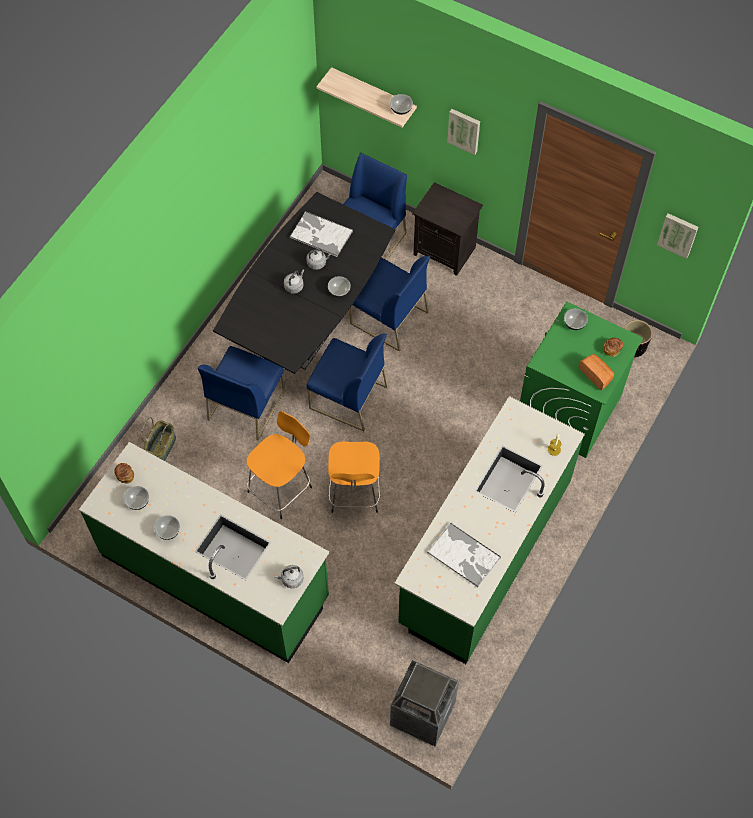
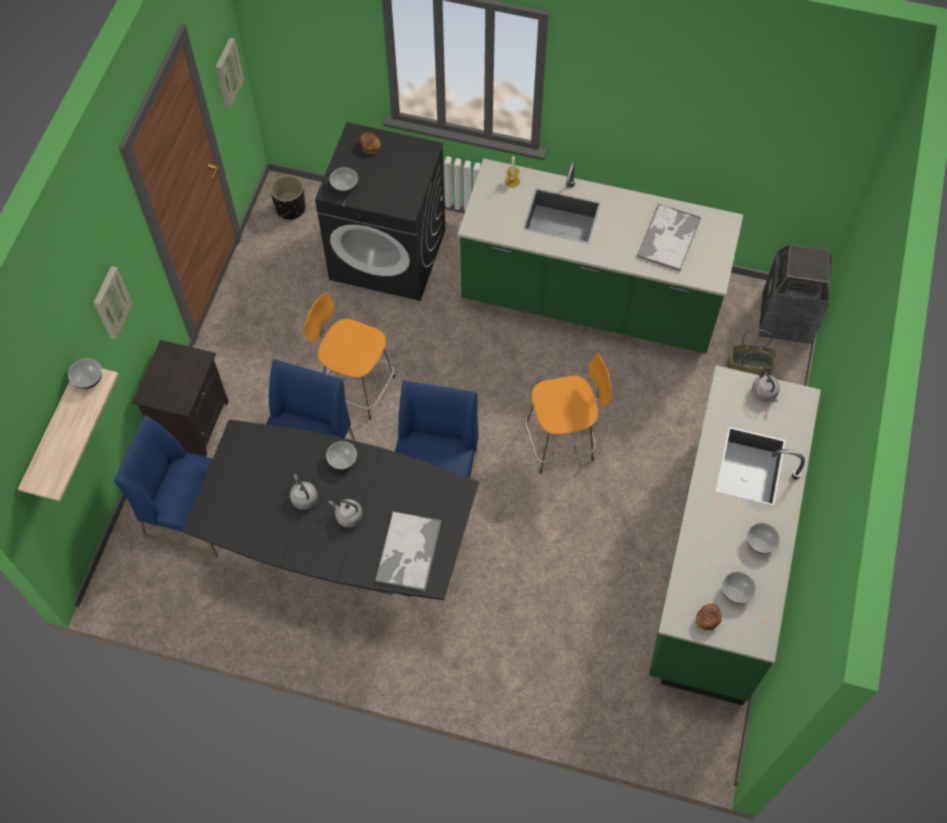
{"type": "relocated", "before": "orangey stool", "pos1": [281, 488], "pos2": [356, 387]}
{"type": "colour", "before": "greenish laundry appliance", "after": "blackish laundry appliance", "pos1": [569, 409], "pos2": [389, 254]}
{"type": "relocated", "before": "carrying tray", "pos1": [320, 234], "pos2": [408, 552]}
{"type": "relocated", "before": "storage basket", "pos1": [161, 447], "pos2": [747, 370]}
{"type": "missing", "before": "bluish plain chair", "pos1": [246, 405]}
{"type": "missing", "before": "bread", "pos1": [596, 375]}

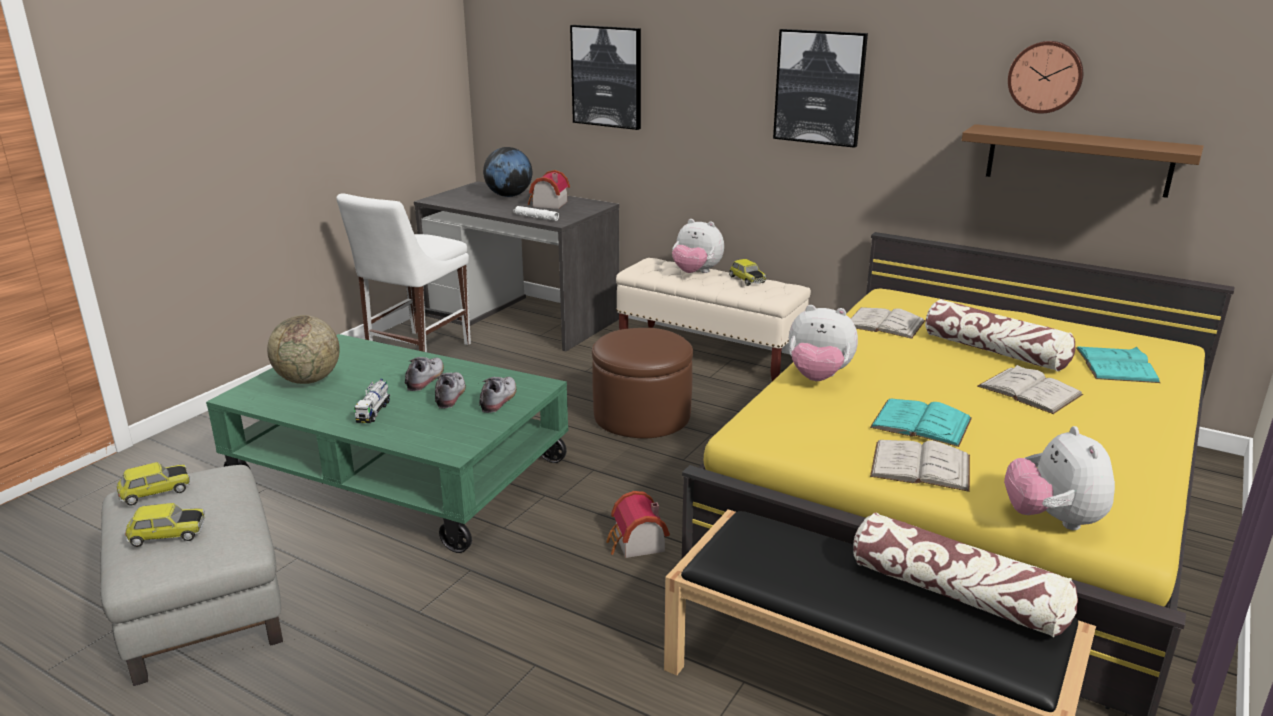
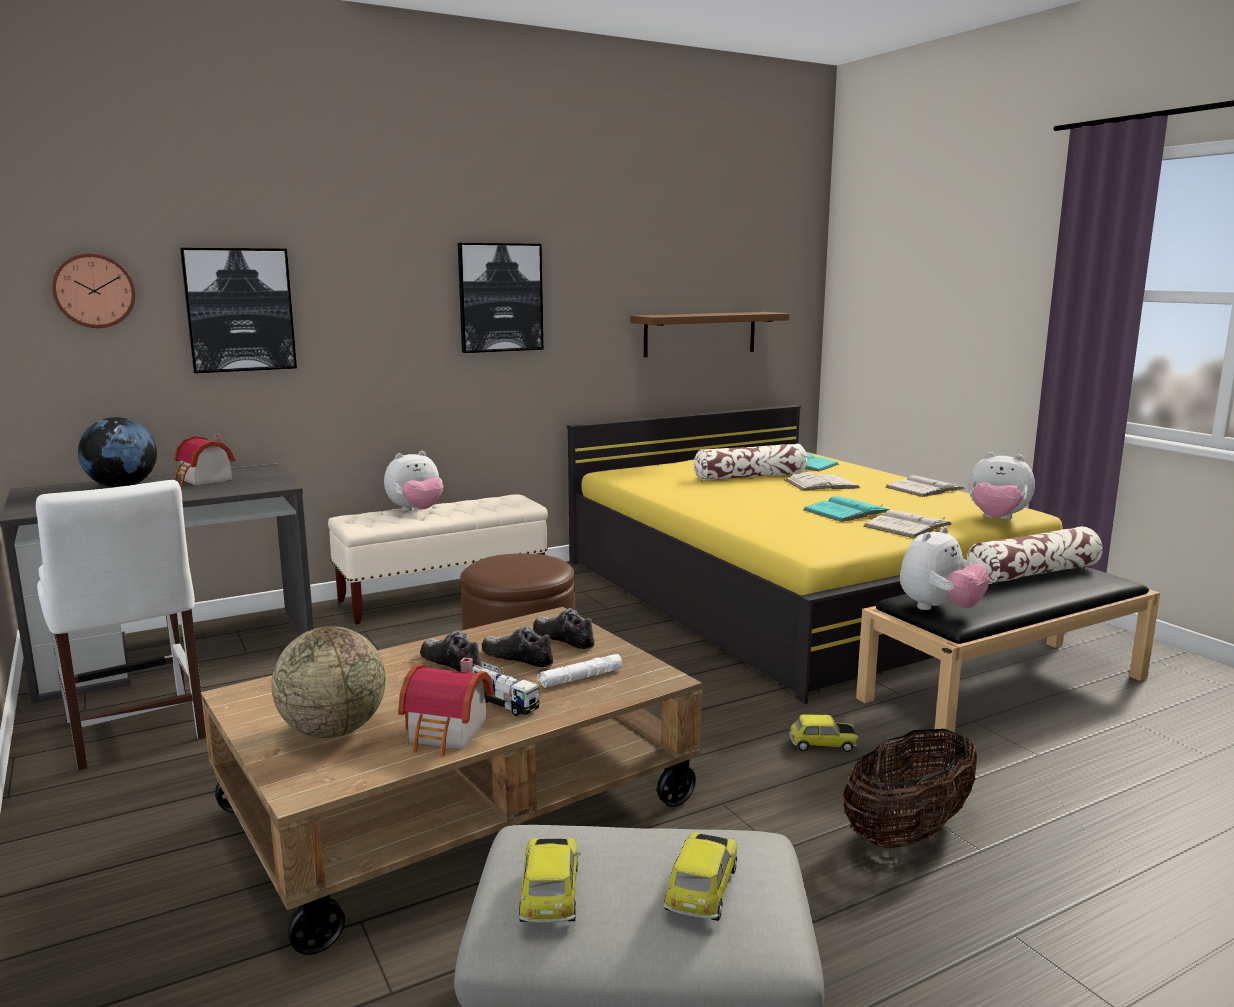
{"type": "relocated", "before": "hanging clock", "pos1": [1045, 77], "pos2": [94, 290]}
{"type": "colour", "before": "greenish low table", "after": "brownish low table", "pos1": [399, 473], "pos2": [460, 807]}
{"type": "relocated", "before": "miniature house", "pos1": [636, 544], "pos2": [448, 734]}
{"type": "relocated", "before": "white-coloured torch", "pos1": [536, 217], "pos2": [580, 678]}
{"type": "relocated", "before": "toy car", "pos1": [746, 280], "pos2": [822, 744]}
{"type": "appeared", "after": "storage basket", "pos2": [907, 832]}
{"type": "relocated", "before": "white-coloured bound book", "pos1": [884, 323], "pos2": [924, 488]}
{"type": "relocated", "before": "cuddly toy", "pos1": [818, 377], "pos2": [939, 609]}

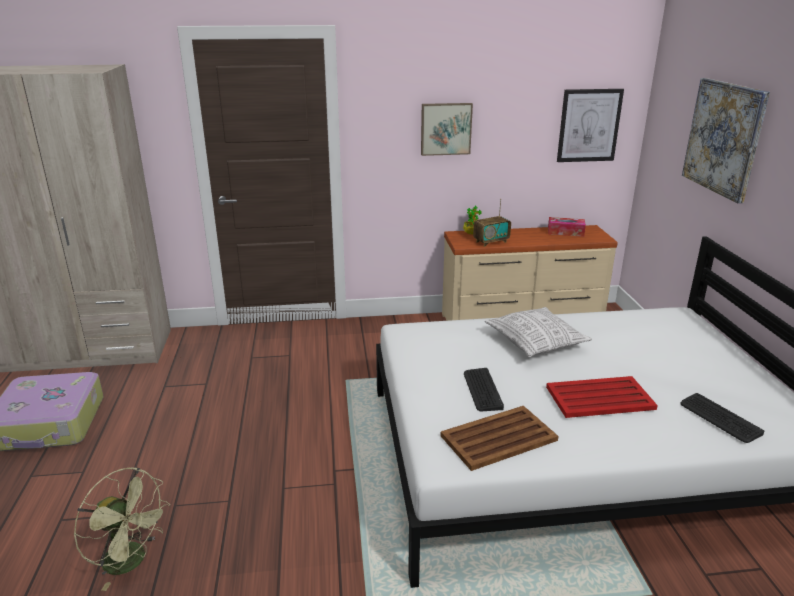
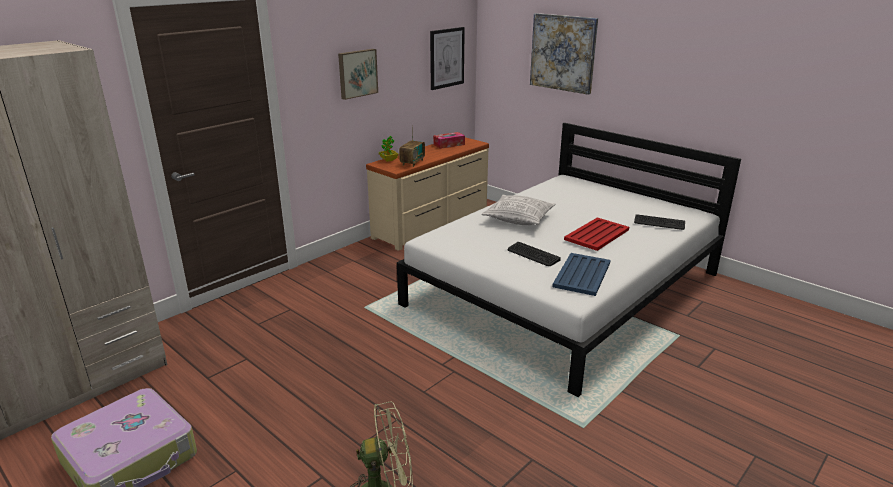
{"type": "colour", "before": "brownish carrying tray", "after": "bluish carrying tray", "pos1": [497, 438], "pos2": [581, 275]}

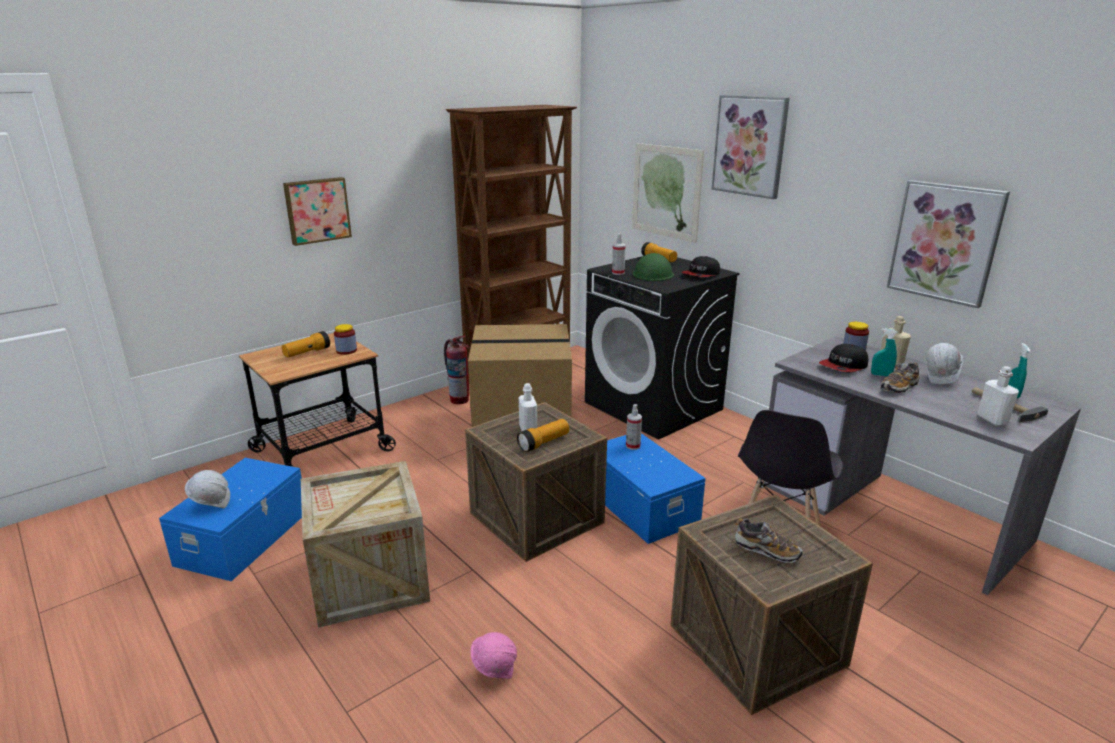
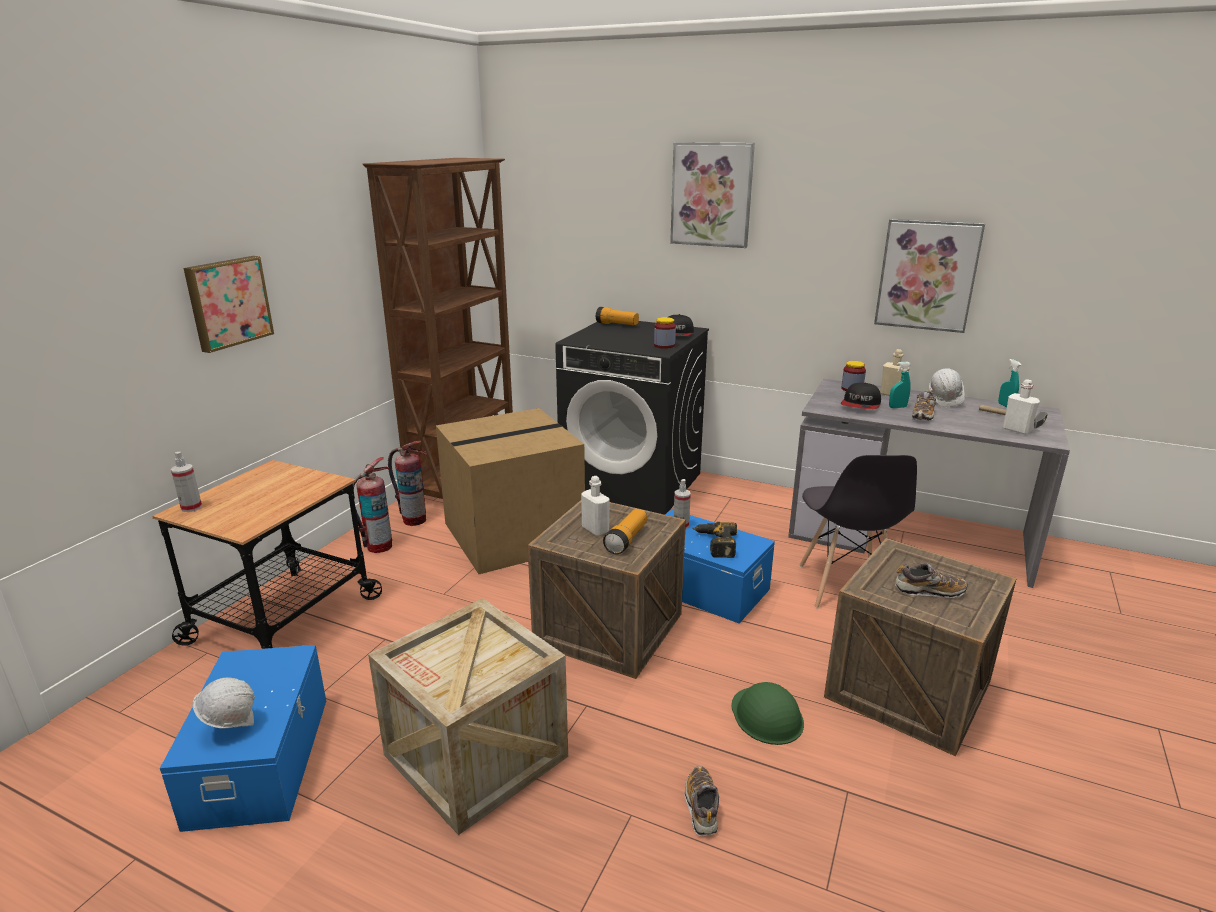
{"type": "relocated", "before": "hand sprayer", "pos1": [618, 273], "pos2": [191, 507]}
{"type": "appeared", "after": "fire extinguisher", "pos2": [378, 546]}
{"type": "relocated", "before": "jar", "pos1": [346, 351], "pos2": [664, 345]}
{"type": "exchanged", "before": "pinkish safety helmet", "after": "shoe", "pos1": [495, 672], "pos2": [701, 807]}
{"type": "appeared", "after": "drill", "pos2": [714, 544]}
{"type": "relocated", "before": "greenish safety helmet", "pos1": [653, 274], "pos2": [767, 715]}
{"type": "missing", "before": "torch", "pos1": [307, 353]}
{"type": "missing", "before": "wall art", "pos1": [666, 191]}

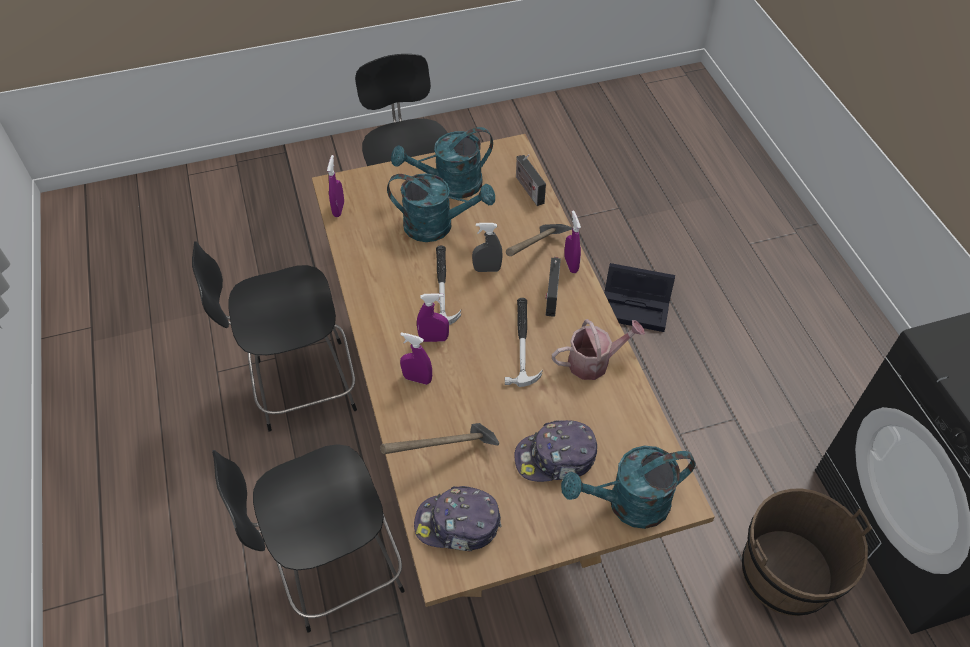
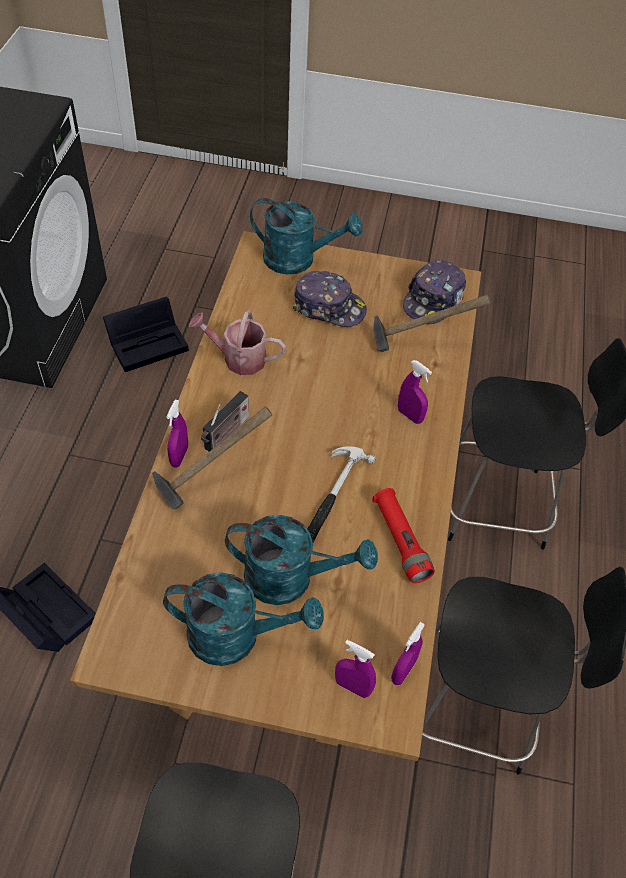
{"type": "exchanged", "before": "brownish pail", "after": "blackish storage box", "pos1": [786, 573], "pos2": [149, 342]}
{"type": "spun", "before": "turquoise-coloured sprinkling can", "pos1": [437, 226], "pos2": [291, 578], "turn": 150}
{"type": "relocated", "before": "purple-coloured hand sprayer", "pos1": [434, 338], "pos2": [352, 687]}
{"type": "appeared", "after": "reddish torch", "pos2": [400, 541]}
{"type": "spun", "before": "cap", "pos1": [458, 524], "pos2": [433, 300], "turn": 90}
{"type": "missing", "before": "gray hand sprayer", "pos1": [487, 269]}
{"type": "missing", "before": "hand hammer", "pos1": [523, 343]}
{"type": "missing", "before": "radio", "pos1": [528, 189]}

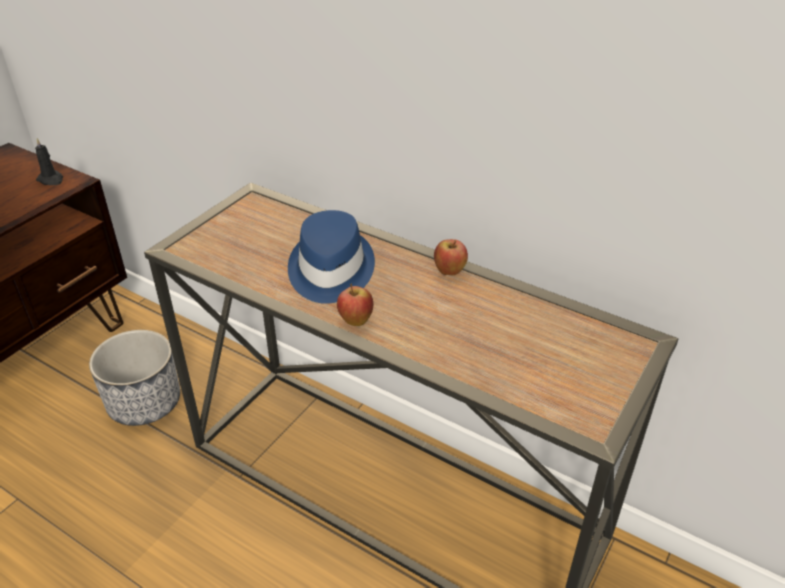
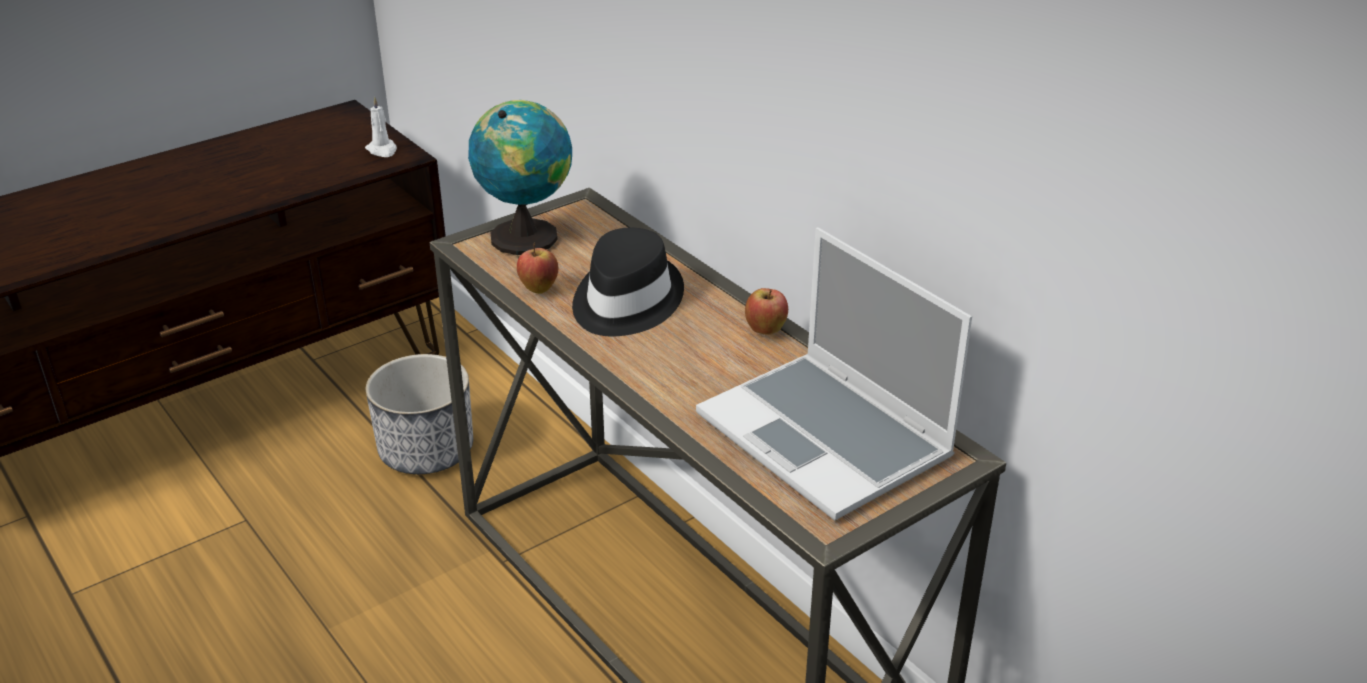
{"type": "colour", "before": "blackish wax candle", "after": "white-coloured wax candle", "pos1": [51, 180], "pos2": [382, 150]}
{"type": "appeared", "after": "desk globe", "pos2": [527, 235]}
{"type": "relocated", "before": "whole apple", "pos1": [355, 321], "pos2": [538, 289]}
{"type": "colour", "before": "bluish hat", "after": "blackish hat", "pos1": [329, 270], "pos2": [624, 302]}
{"type": "appeared", "after": "notebook computer", "pos2": [827, 438]}

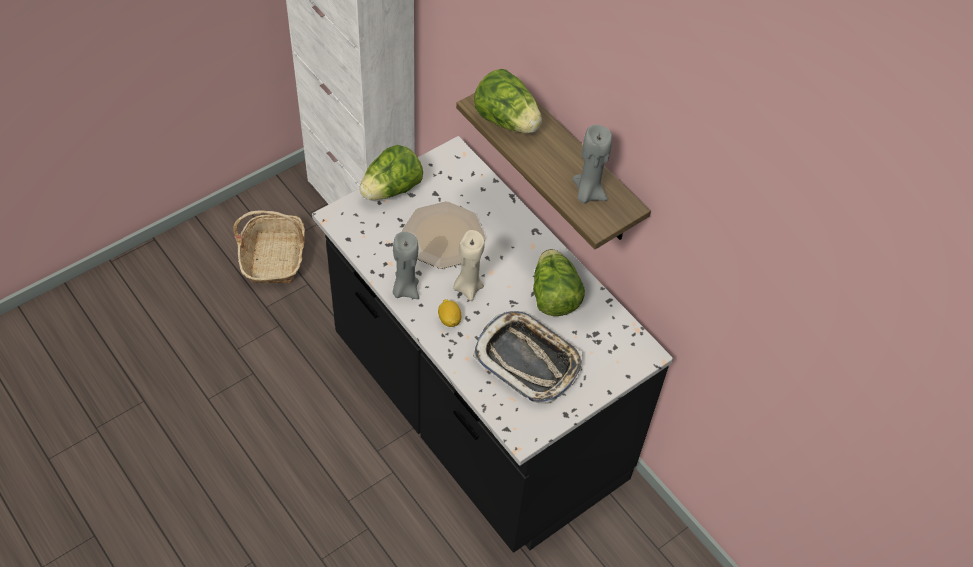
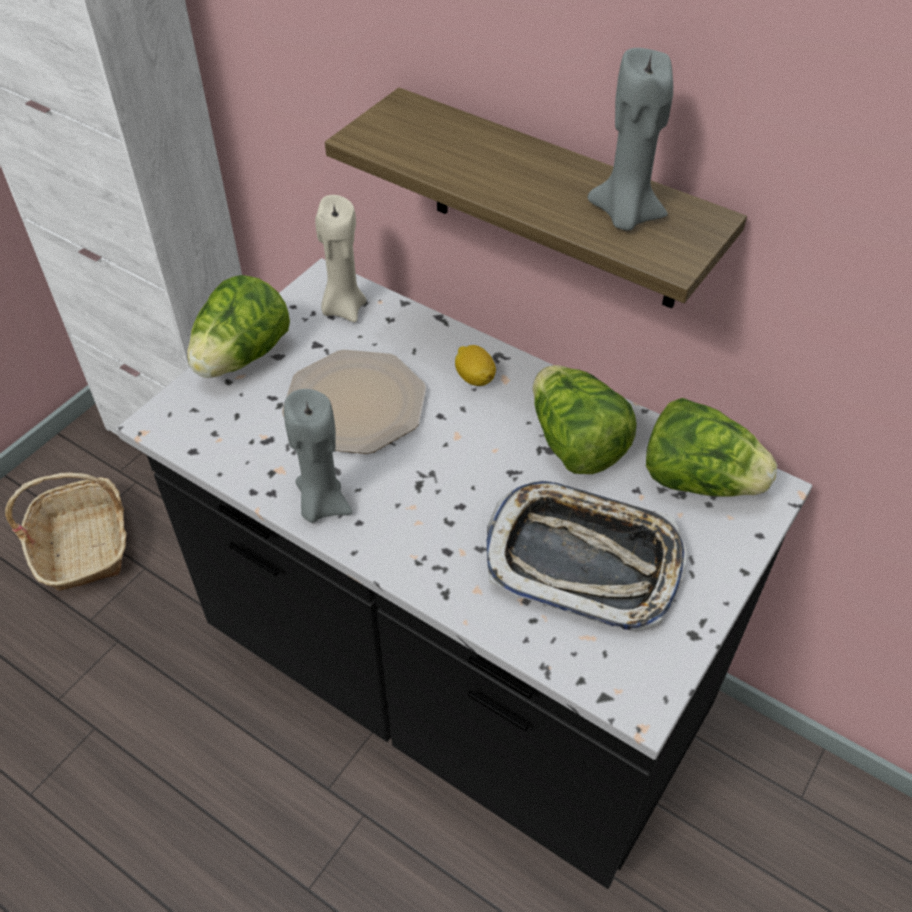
{"type": "relocated", "before": "beige-coloured wax candle", "pos1": [468, 287], "pos2": [343, 308]}
{"type": "relocated", "before": "lemon", "pos1": [449, 319], "pos2": [475, 378]}
{"type": "relocated", "before": "head of lettuce", "pos1": [507, 120], "pos2": [698, 480]}

